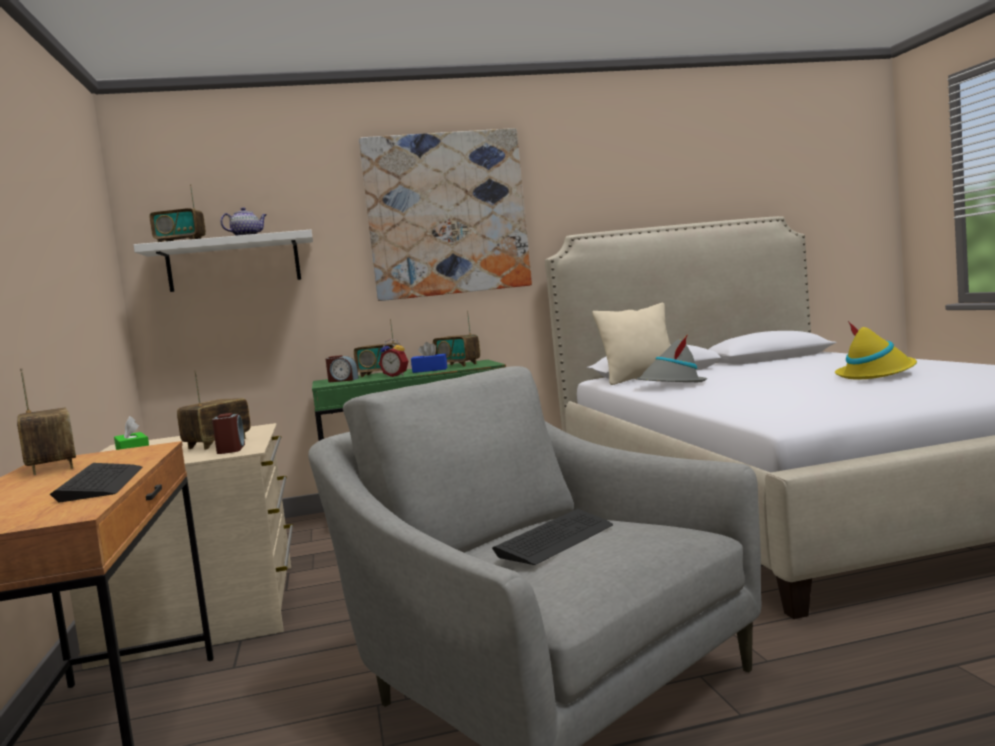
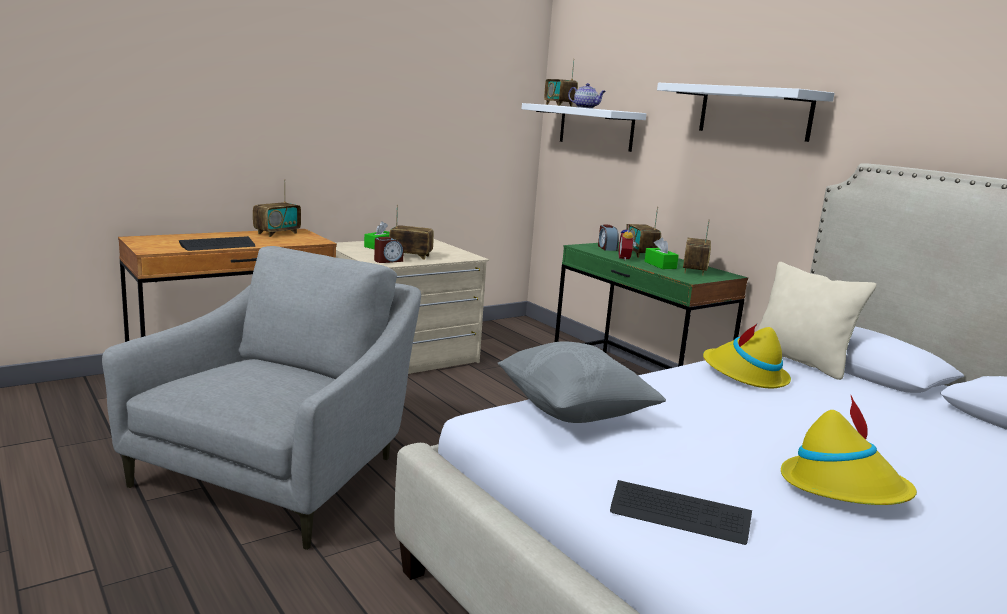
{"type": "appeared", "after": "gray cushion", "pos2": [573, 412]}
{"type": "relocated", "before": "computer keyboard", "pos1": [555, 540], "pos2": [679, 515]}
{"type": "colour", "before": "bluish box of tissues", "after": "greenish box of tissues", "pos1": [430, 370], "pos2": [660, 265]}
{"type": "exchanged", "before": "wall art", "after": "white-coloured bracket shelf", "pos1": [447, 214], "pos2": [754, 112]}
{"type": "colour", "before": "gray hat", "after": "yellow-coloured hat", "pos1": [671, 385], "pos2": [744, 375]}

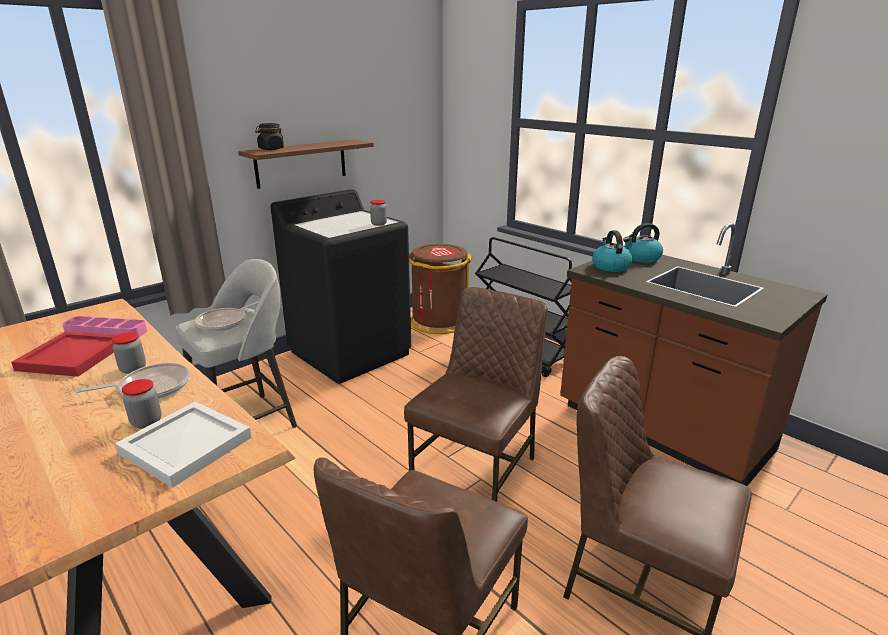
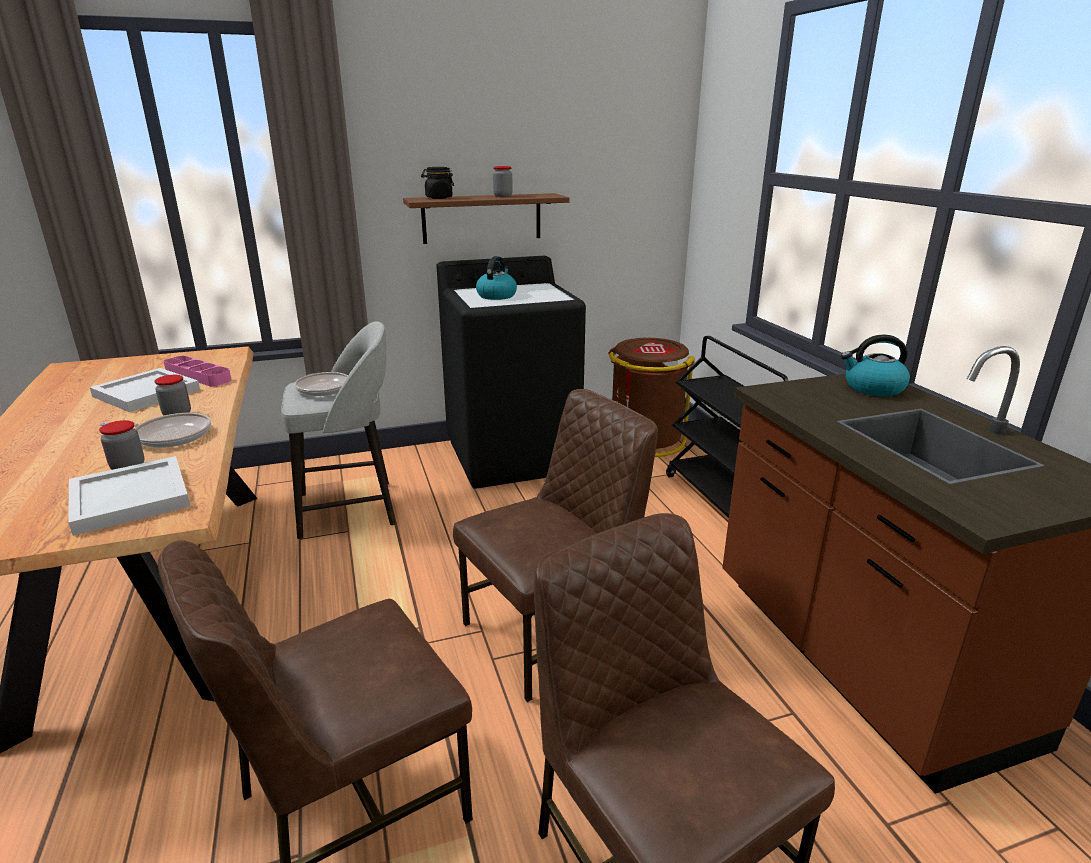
{"type": "colour", "before": "reddish carrying tray", "after": "white-coloured carrying tray", "pos1": [73, 357], "pos2": [146, 394]}
{"type": "relocated", "before": "tea kettle", "pos1": [610, 266], "pos2": [496, 295]}
{"type": "relocated", "before": "jar", "pos1": [379, 224], "pos2": [503, 196]}

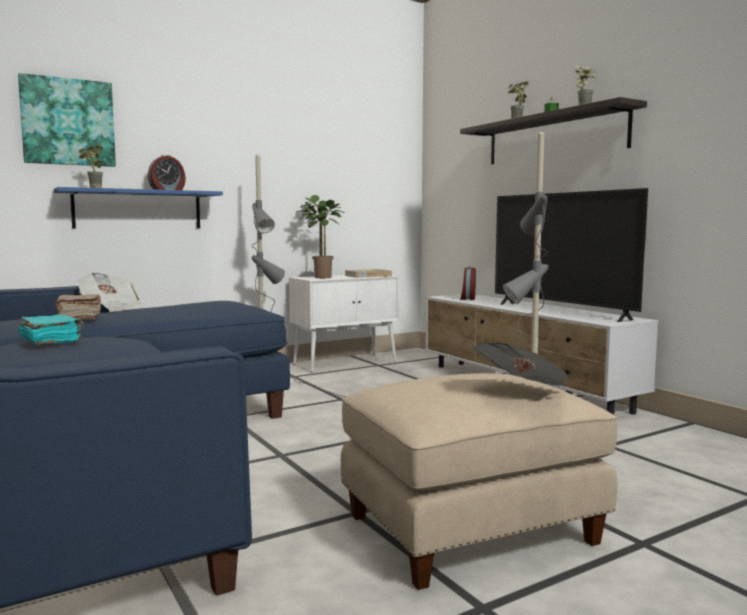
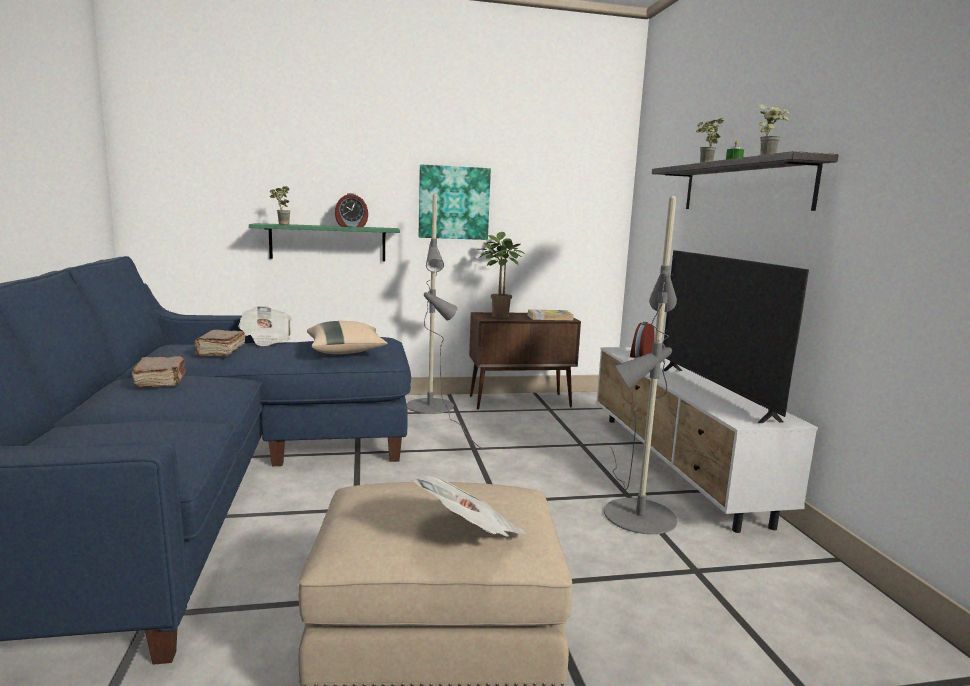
{"type": "colour", "before": "turquoise-coloured bound book", "after": "brownish bound book", "pos1": [51, 342], "pos2": [161, 382]}
{"type": "colour", "before": "bluish bracket shelf", "after": "greenish bracket shelf", "pos1": [138, 209], "pos2": [328, 242]}
{"type": "appeared", "after": "beige-coloured cushion", "pos2": [346, 351]}
{"type": "relocated", "before": "wall art", "pos1": [68, 122], "pos2": [454, 203]}
{"type": "colour", "before": "white-coloured storage cabinet", "after": "brownish storage cabinet", "pos1": [346, 363], "pos2": [521, 401]}

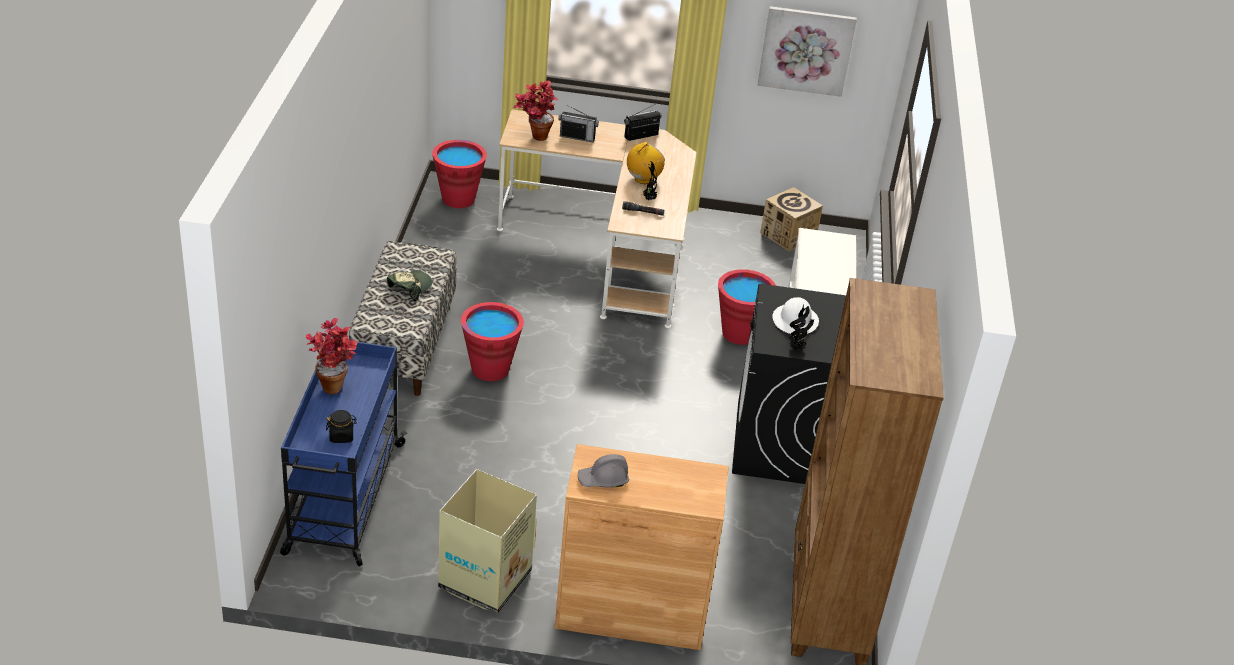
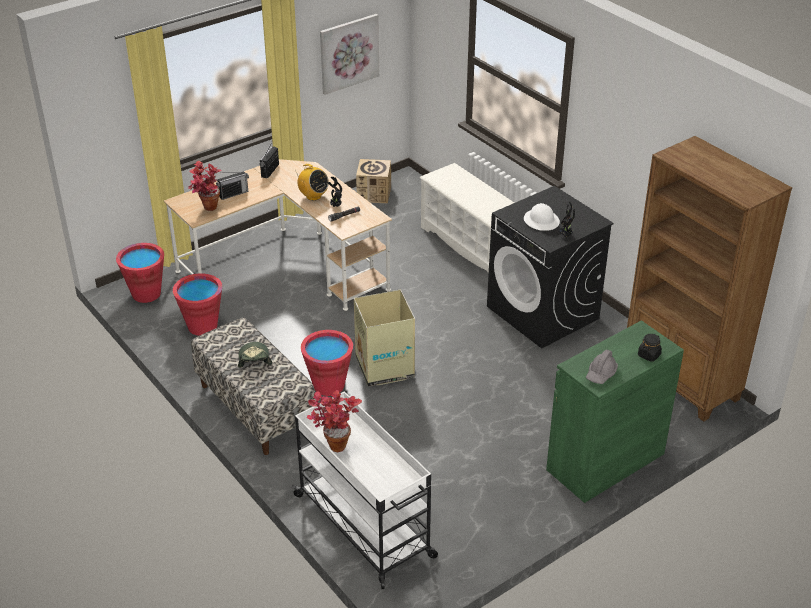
{"type": "relocated", "before": "reddish pail", "pos1": [739, 333], "pos2": [202, 326]}
{"type": "colour", "before": "bluish trolley", "after": "white-coloured trolley", "pos1": [344, 499], "pos2": [365, 527]}
{"type": "spun", "before": "radio", "pos1": [643, 179], "pos2": [313, 196], "turn": 135}
{"type": "relocated", "before": "cardboard box", "pos1": [484, 580], "pos2": [384, 368]}
{"type": "colour", "before": "brownish storage cabinet", "after": "greenish storage cabinet", "pos1": [631, 612], "pos2": [605, 462]}
{"type": "relocated", "before": "blackish jar", "pos1": [341, 436], "pos2": [649, 355]}

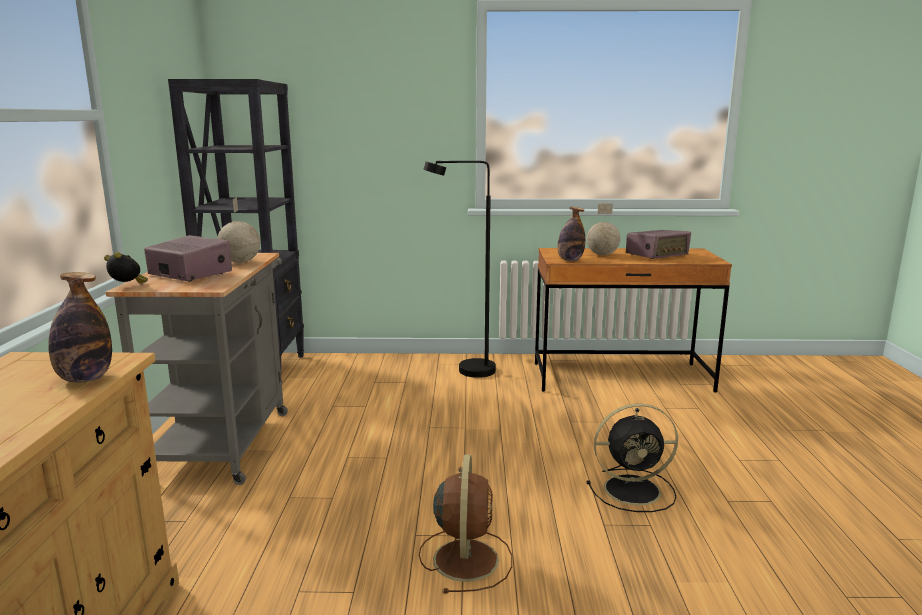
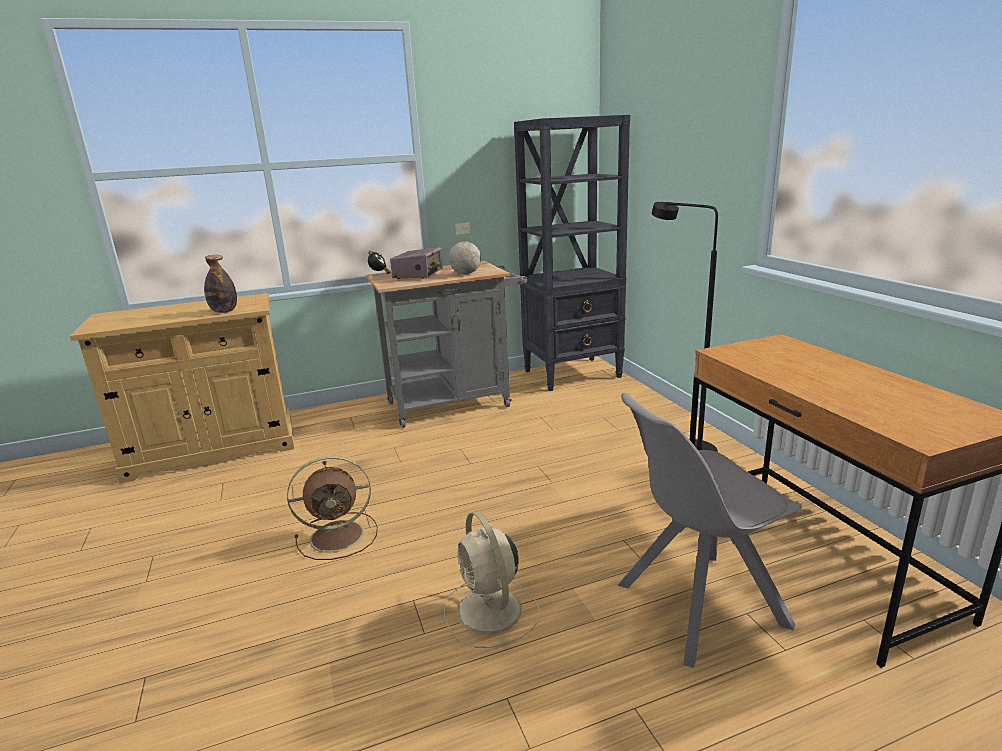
{"type": "colour", "before": "blackish fan", "after": "beige-coloured fan", "pos1": [634, 490], "pos2": [490, 612]}
{"type": "appeared", "after": "gray plain chair", "pos2": [696, 606]}
{"type": "missing", "before": "bottle", "pos1": [570, 260]}
{"type": "missing", "before": "desk globe", "pos1": [602, 255]}
{"type": "missing", "before": "radio", "pos1": [657, 255]}

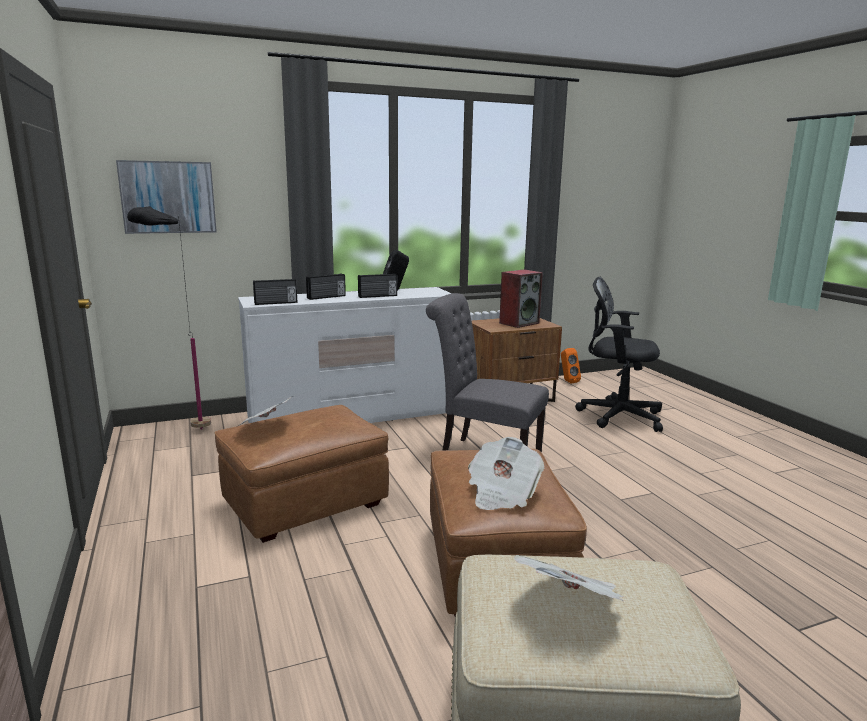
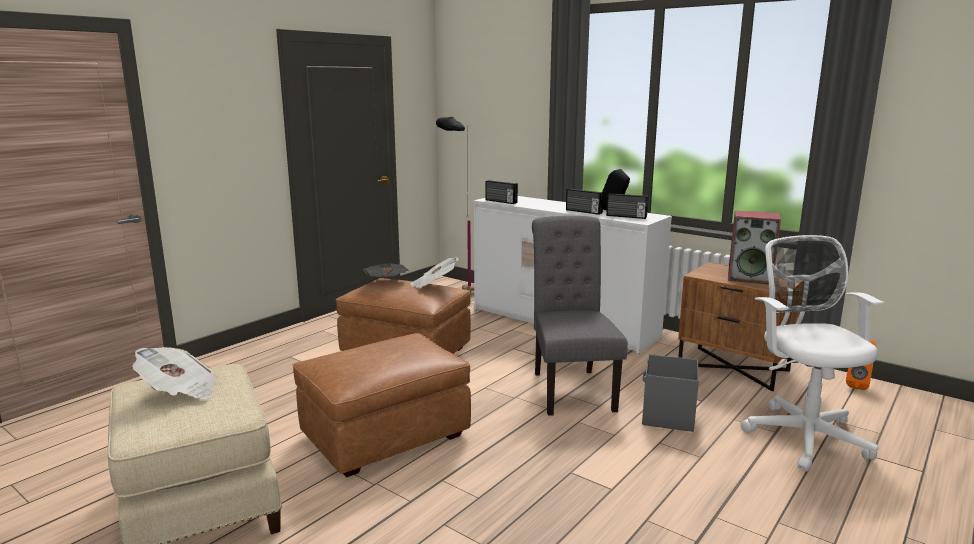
{"type": "relocated", "before": "newspaper", "pos1": [502, 493], "pos2": [434, 285]}
{"type": "relocated", "before": "radio", "pos1": [326, 297], "pos2": [626, 216]}
{"type": "appeared", "after": "gray storage box", "pos2": [667, 416]}
{"type": "colour", "before": "blackish computer chair", "after": "white-coloured computer chair", "pos1": [616, 415], "pos2": [803, 434]}
{"type": "missing", "before": "wall art", "pos1": [168, 197]}

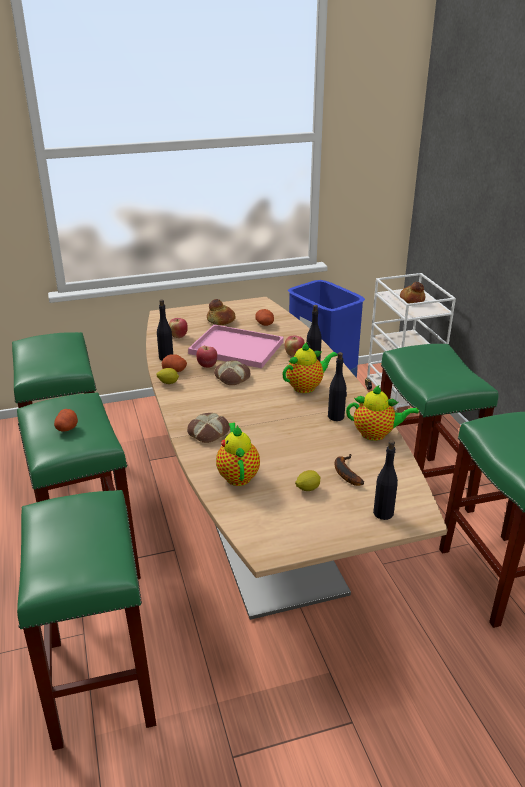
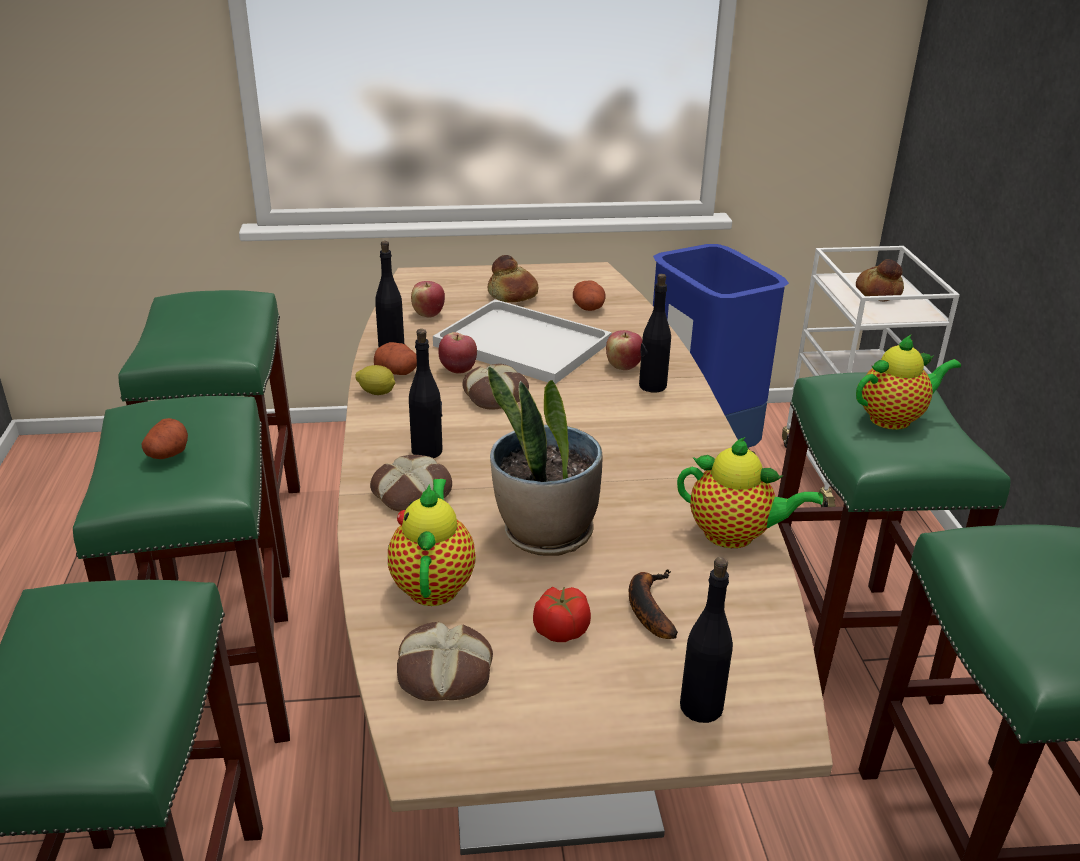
{"type": "appeared", "after": "bread", "pos2": [443, 673]}
{"type": "relocated", "before": "blackish bottle", "pos1": [336, 416], "pos2": [427, 451]}
{"type": "colour", "before": "pinkish carrying tray", "after": "white-coloured carrying tray", "pos1": [234, 348], "pos2": [519, 344]}
{"type": "appeared", "after": "potted plant", "pos2": [545, 534]}
{"type": "exchanged", "before": "lemon", "after": "whole tomato", "pos1": [307, 489], "pos2": [560, 631]}
{"type": "relocated", "before": "tea pot", "pos1": [306, 387], "pos2": [894, 419]}

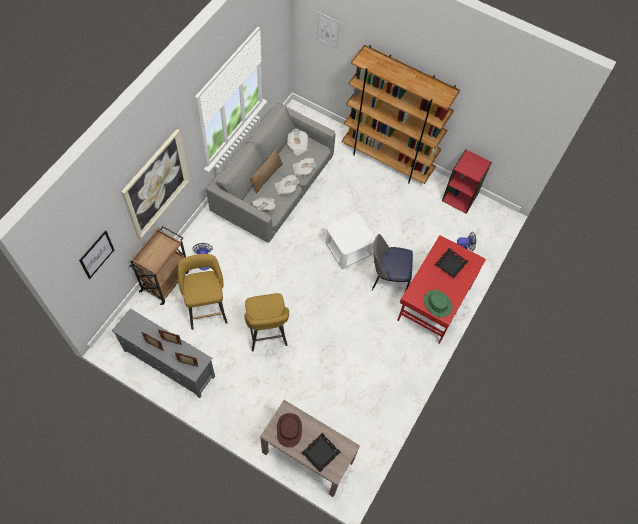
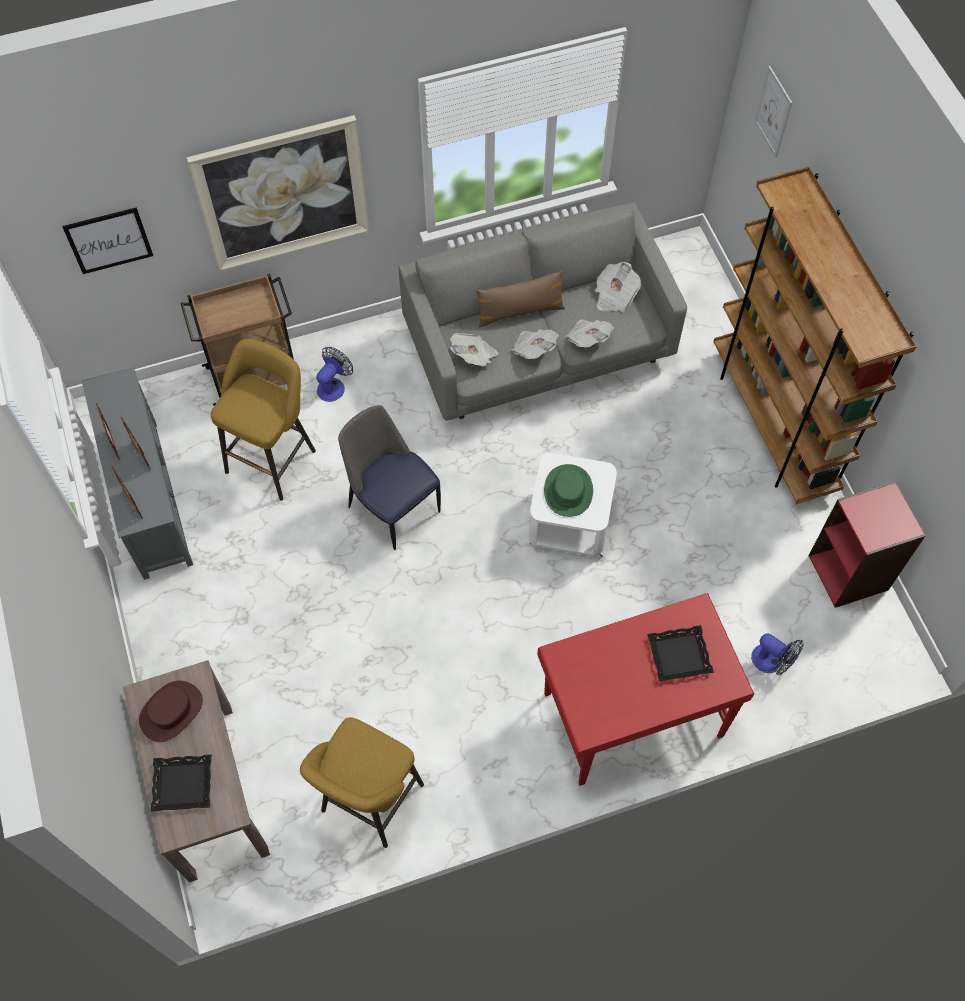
{"type": "relocated", "before": "yellow-coloured stool", "pos1": [267, 335], "pos2": [369, 802]}
{"type": "relocated", "before": "plain chair", "pos1": [387, 277], "pos2": [393, 507]}
{"type": "relocated", "before": "greenish hat", "pos1": [437, 303], "pos2": [568, 491]}

